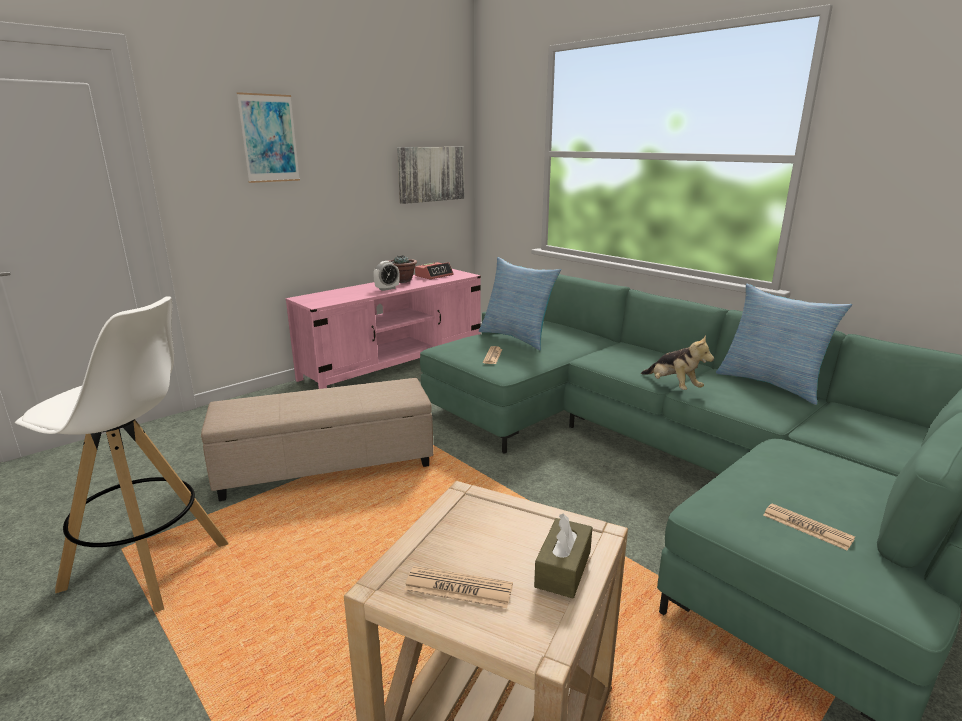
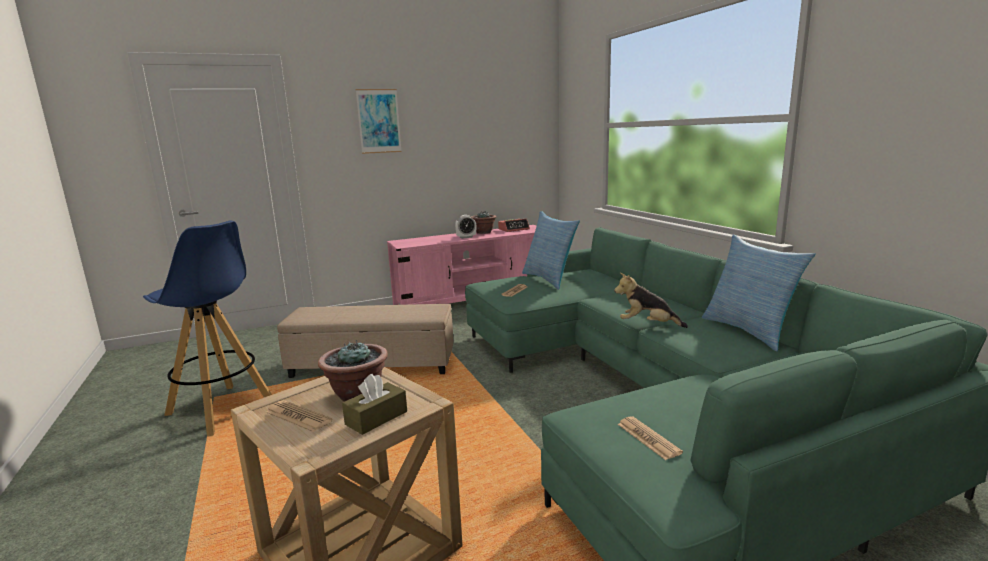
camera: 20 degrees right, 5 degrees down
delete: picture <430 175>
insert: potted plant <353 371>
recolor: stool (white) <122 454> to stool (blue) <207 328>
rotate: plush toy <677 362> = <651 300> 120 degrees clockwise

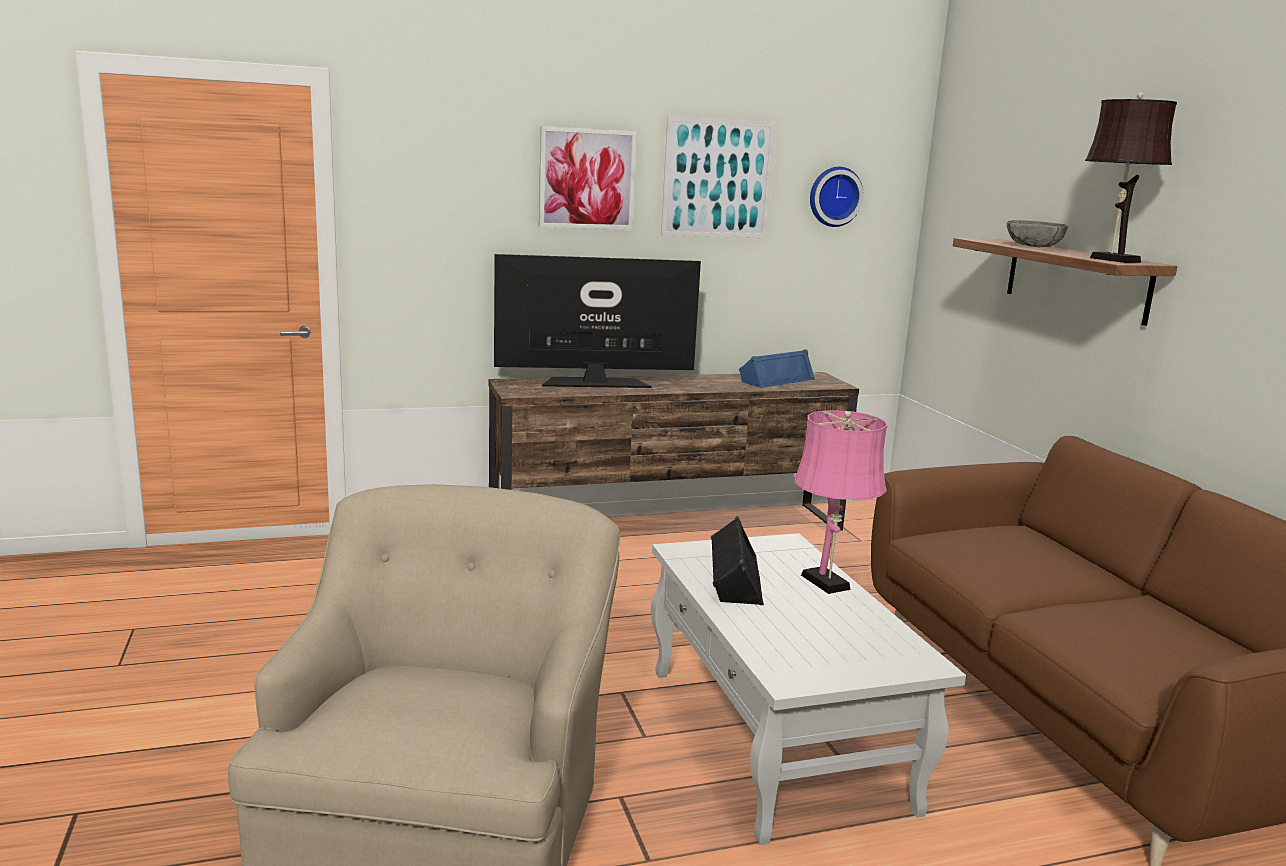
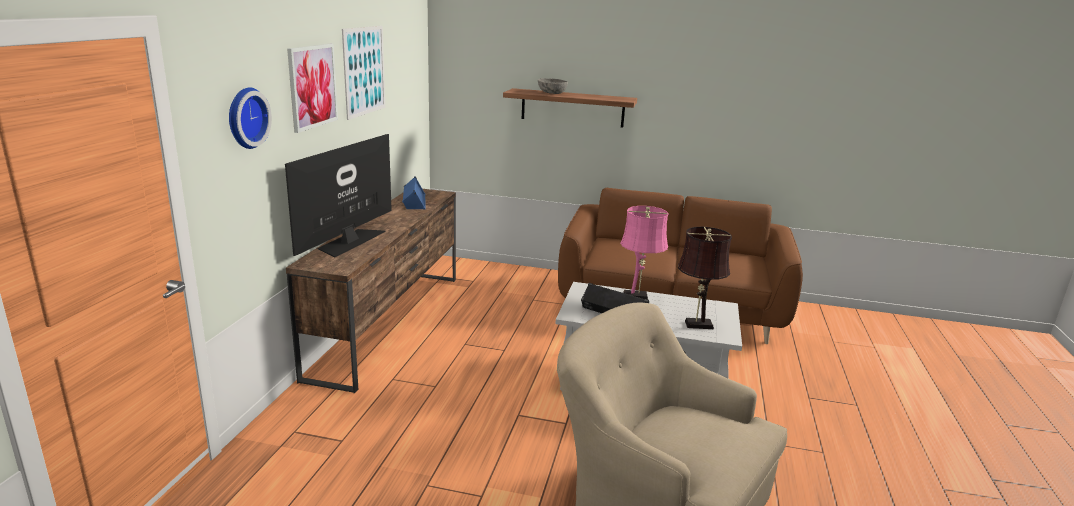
camera: 60 degrees left, 5 degrees up
move: wall clock <836 197> to <250 118>; table lamp (brown) <1131 178> to <705 278>

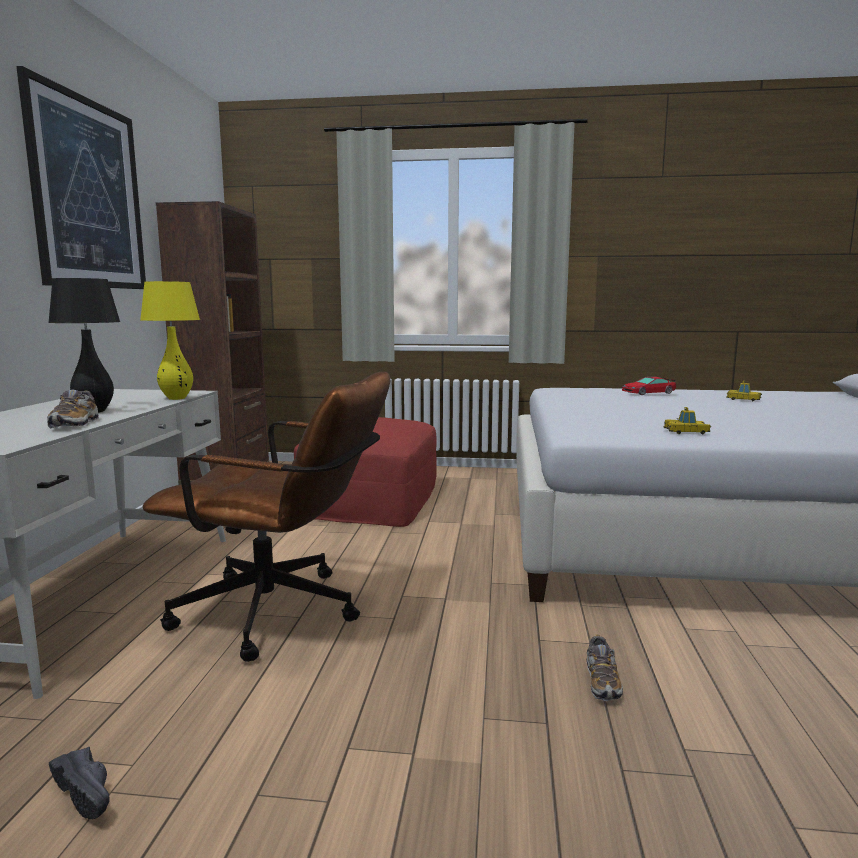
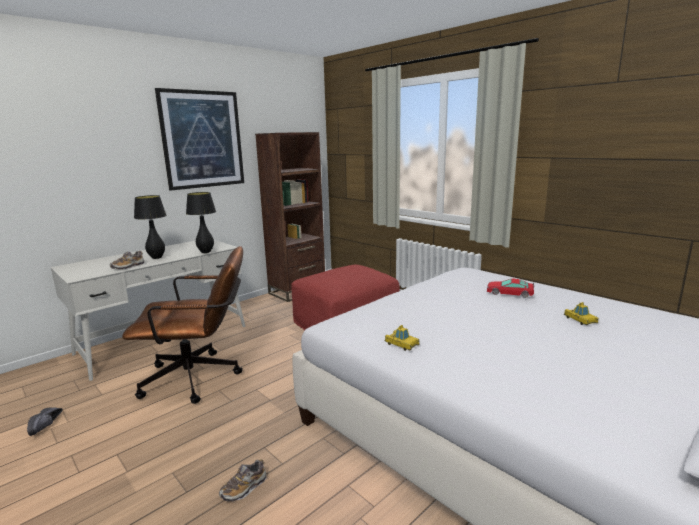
camera: 40 degrees right, 5 degrees up
recolor: table lamp (yellow) <170 340> to table lamp (black) <201 222>
rotate: office chair (brown) <266 517> = <182 325> 60 degrees counterclockwise

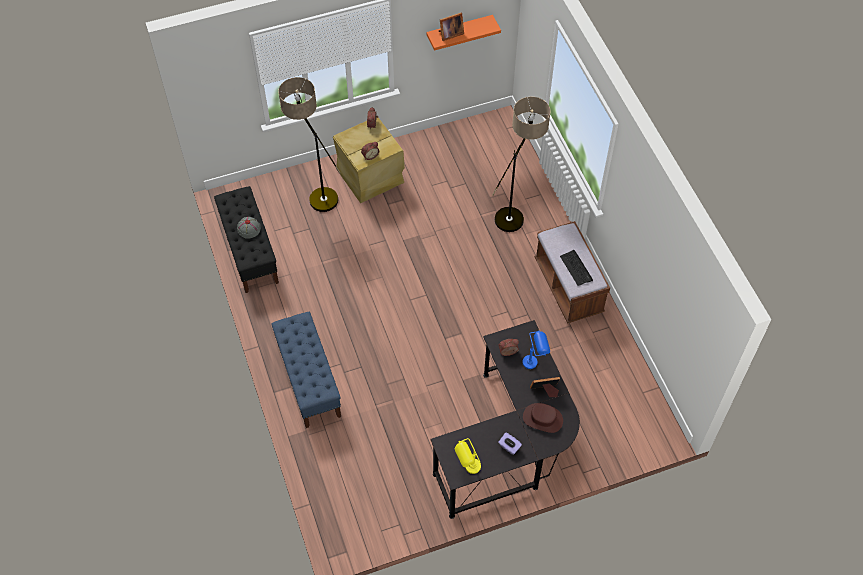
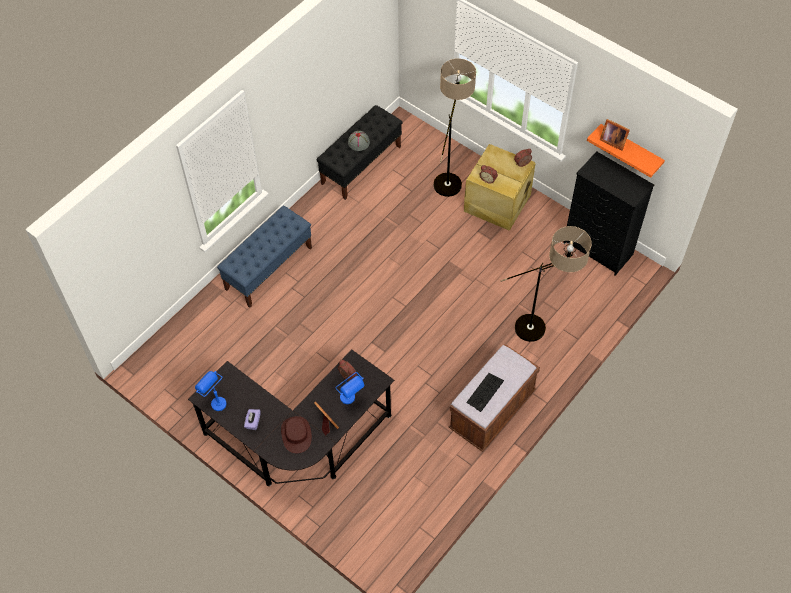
camera: 60 degrees right, 0 degrees up
insert: dresser (black) <608 213>
recolor: table lamp (yellow) <468 456> to table lamp (blue) <211 391>

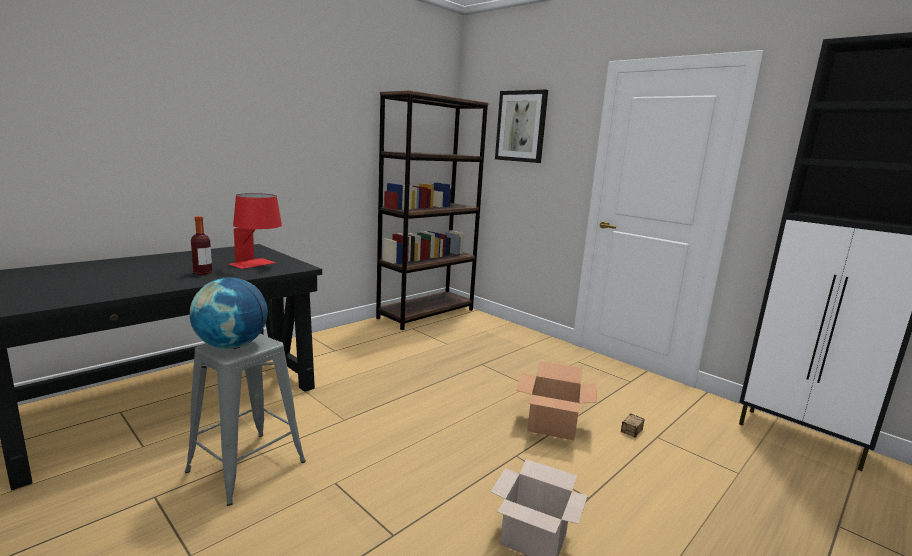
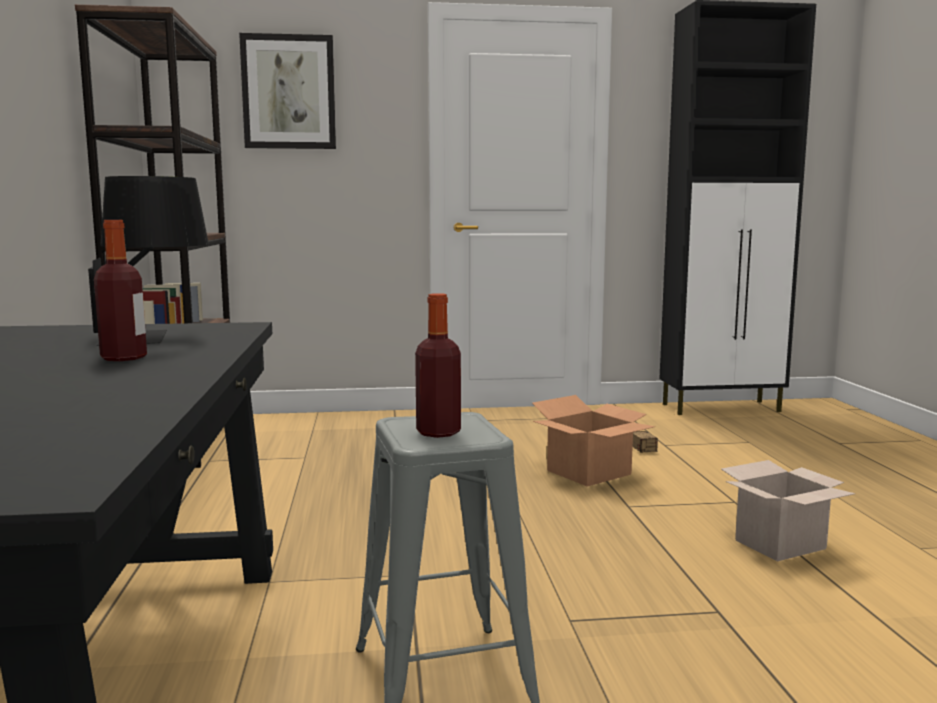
camera: 50 degrees left, 5 degrees down
replace: globe <229 313> to bottle <438 365>
recolor: table lamp (red) <255 231> to table lamp (black) <148 261>

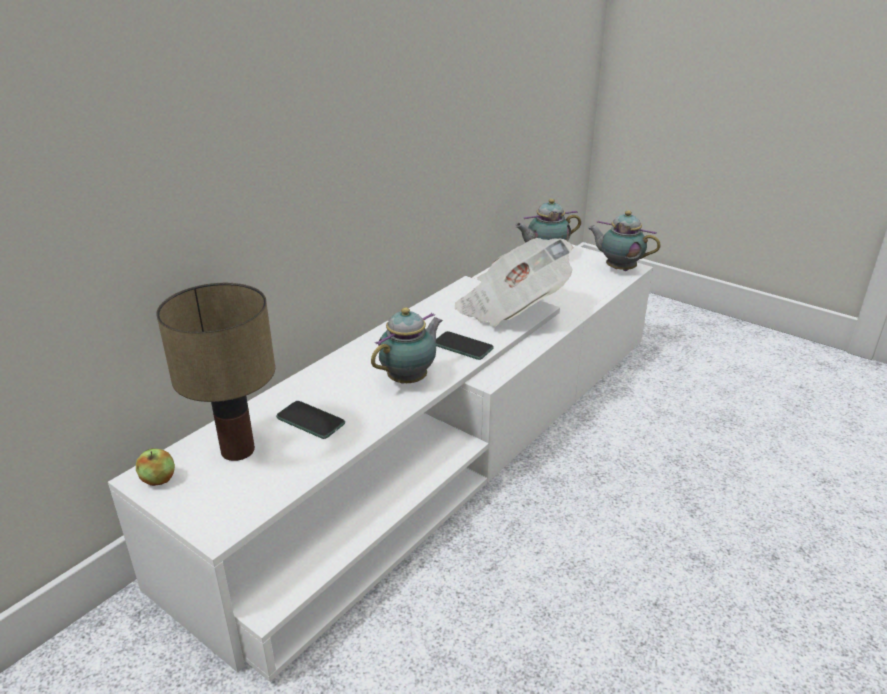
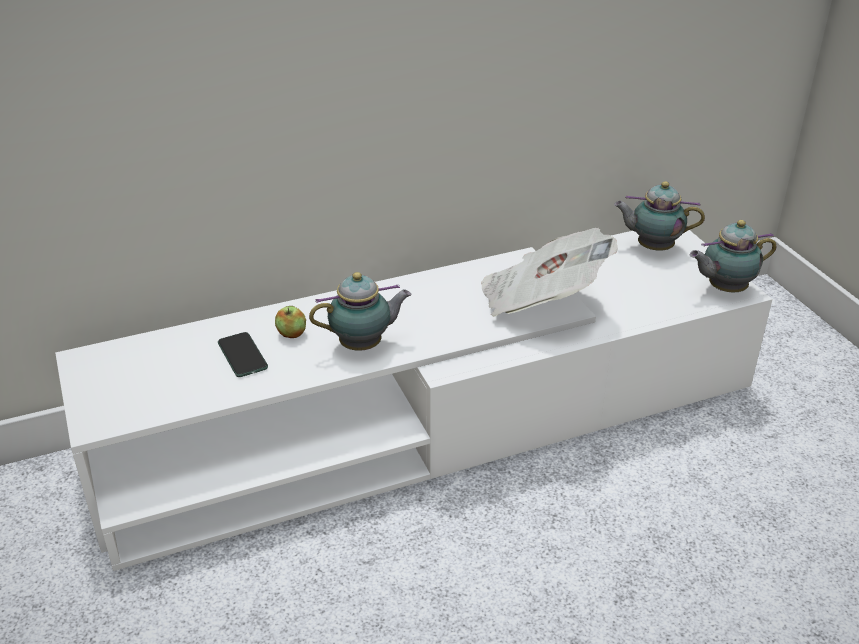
camera: 30 degrees right, 5 degrees up
delete: table lamp <215 372>; phone <465 345>
move: apple <155 467> to <290 322>
rotate: teapot <624 241> = <733 256> 75 degrees counterclockwise

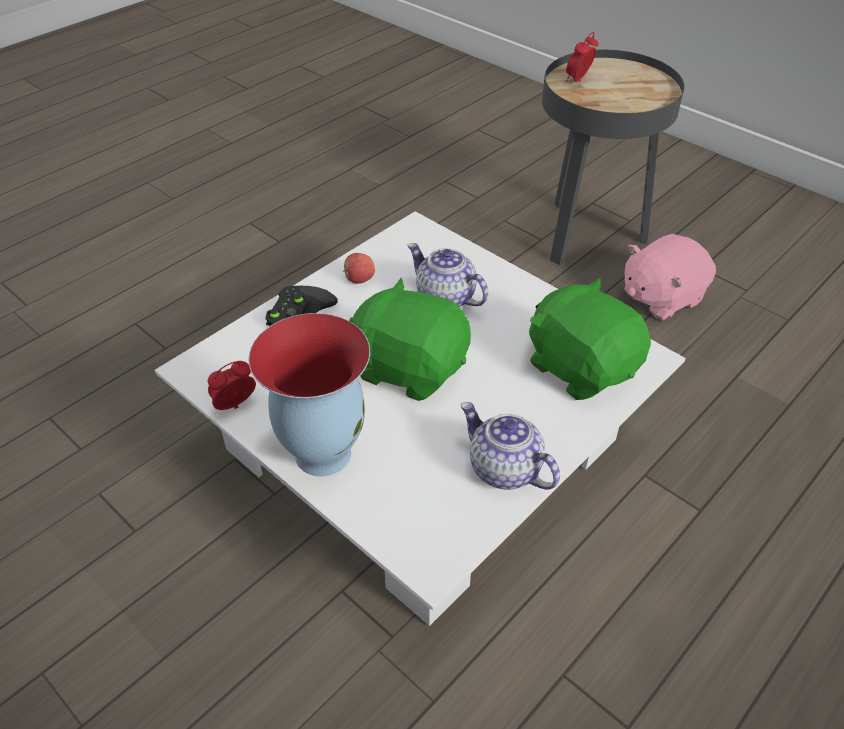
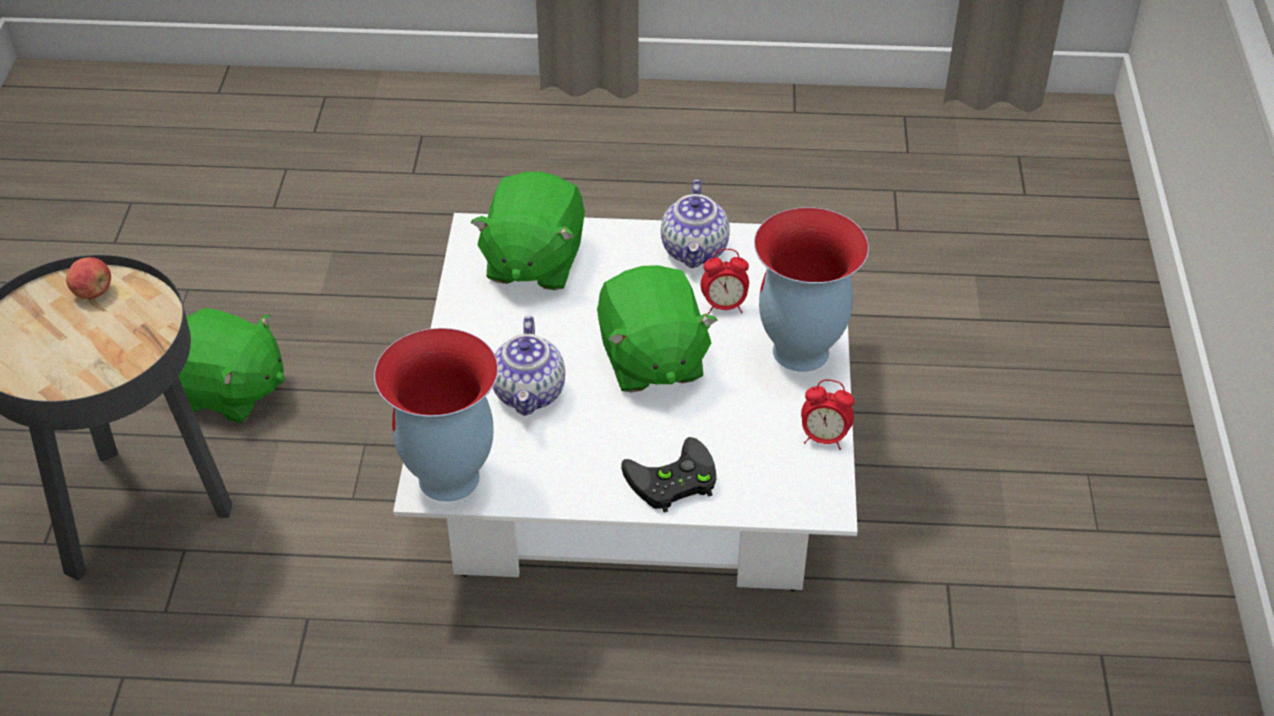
camera: 130 degrees left, 0 degrees up
insert: vase <436 415>
move: apple <359 268> to <88 278>; alarm clock <581 57> to <725 281>
recolor: plush toy (pink) <670 277> to plush toy (green) <231 365>

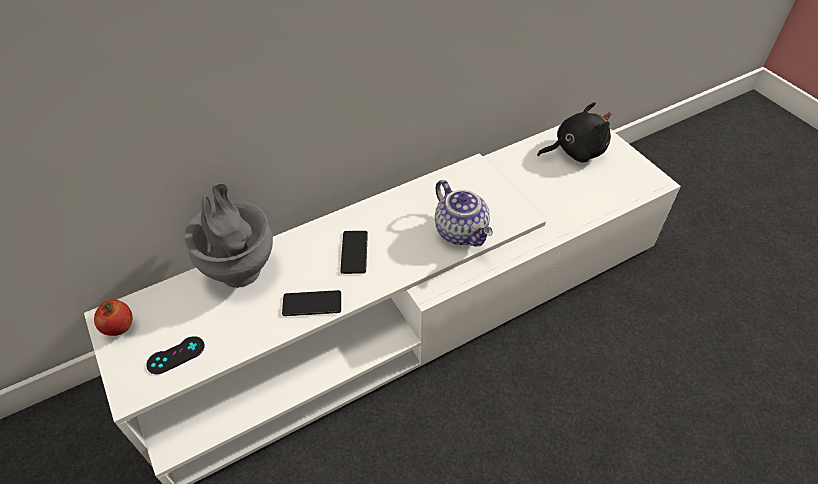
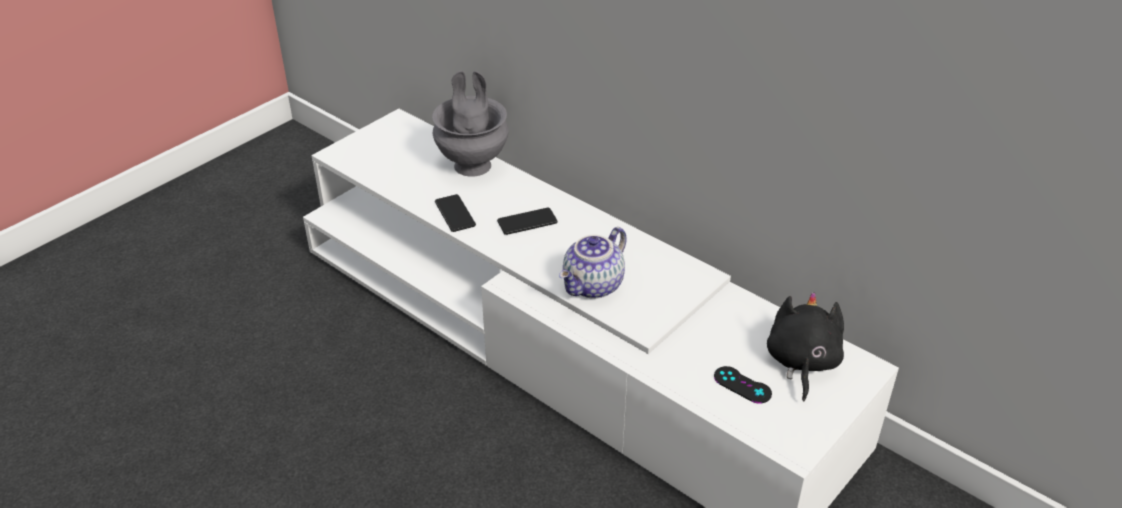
camera: 70 degrees right, 10 degrees down
delete: apple <113 317>
move: game controller (black) <175 355> to <743 384>
rotate: plush toy (black) <574 132> = <805 346> 135 degrees counterclockwise

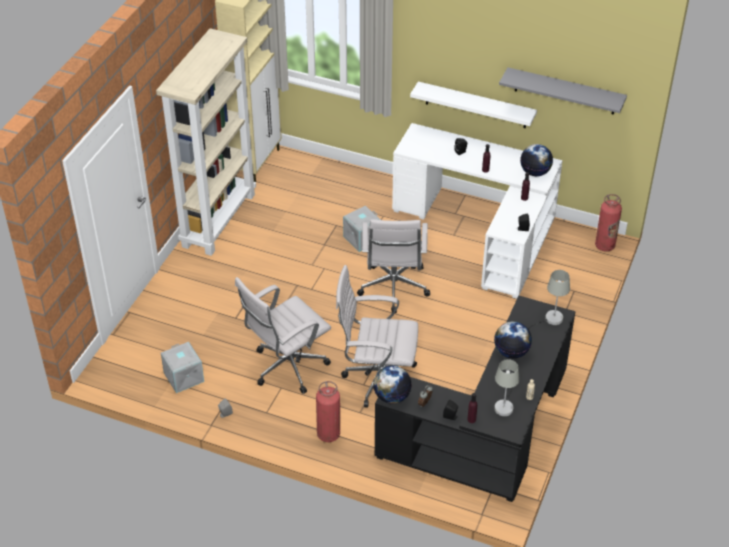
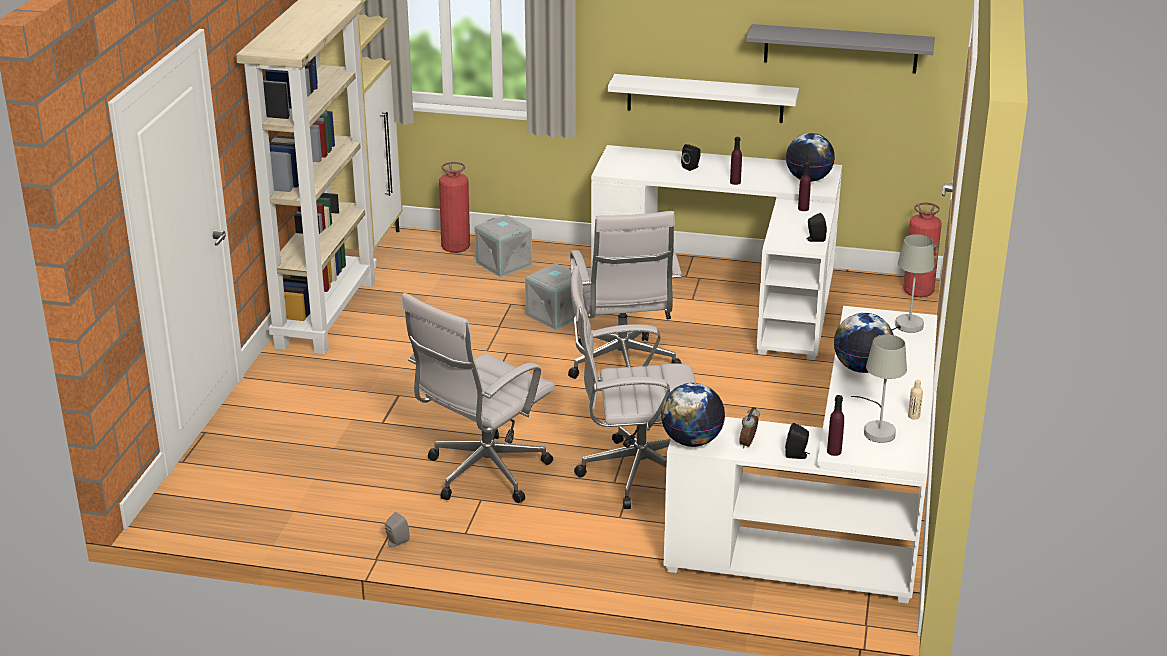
camera: 10 degrees left, 15 degrees down
move: storage box (grey) <182 367> to <503 246>; fire extinguisher <328 411> to <454 207>
recolor: desk (black) <475 398> to desk (white) <800 454>

